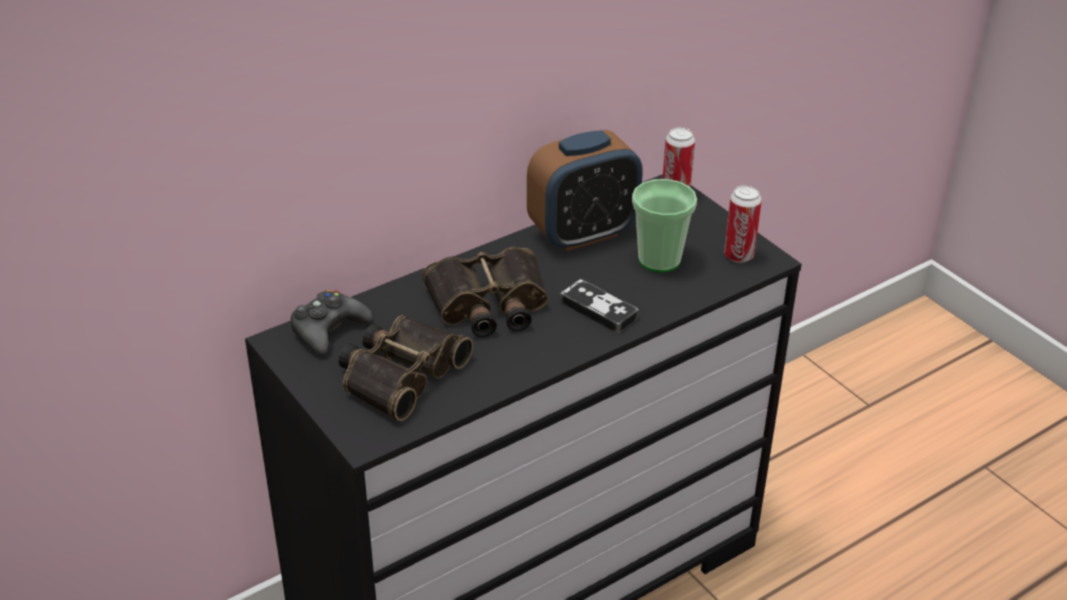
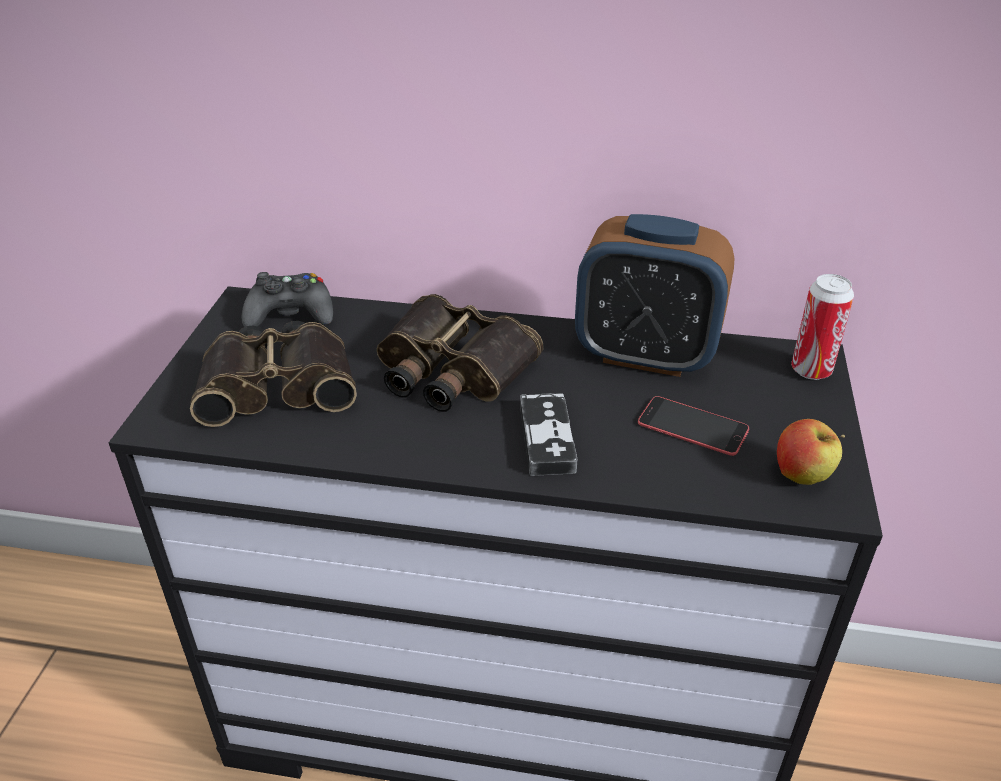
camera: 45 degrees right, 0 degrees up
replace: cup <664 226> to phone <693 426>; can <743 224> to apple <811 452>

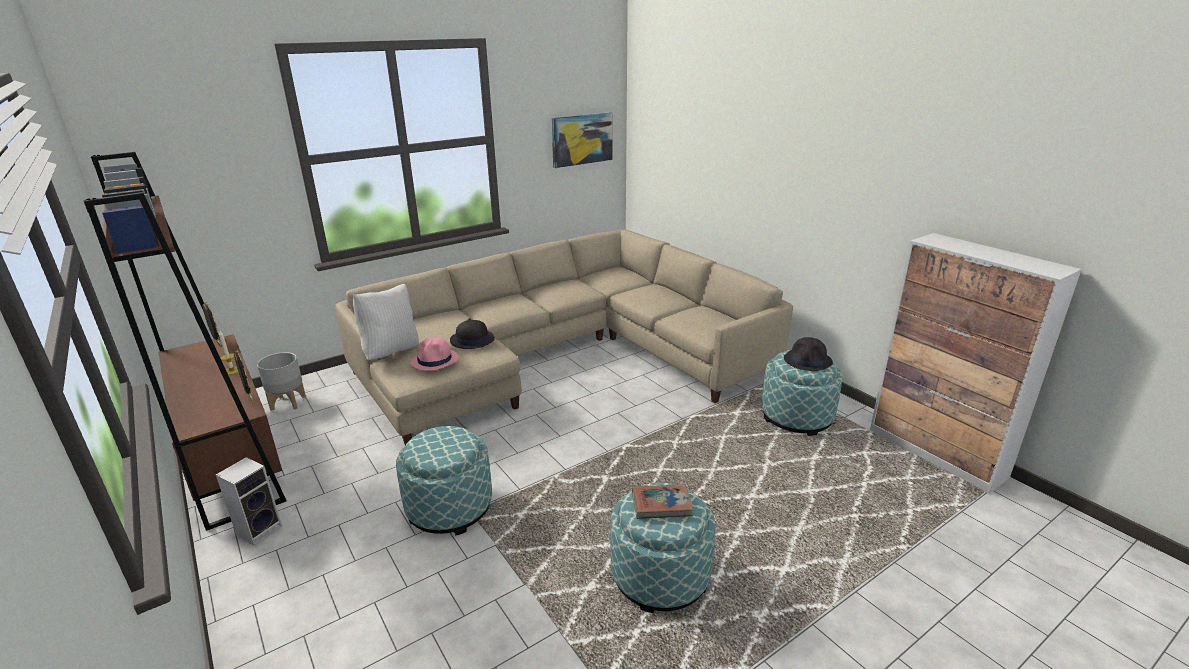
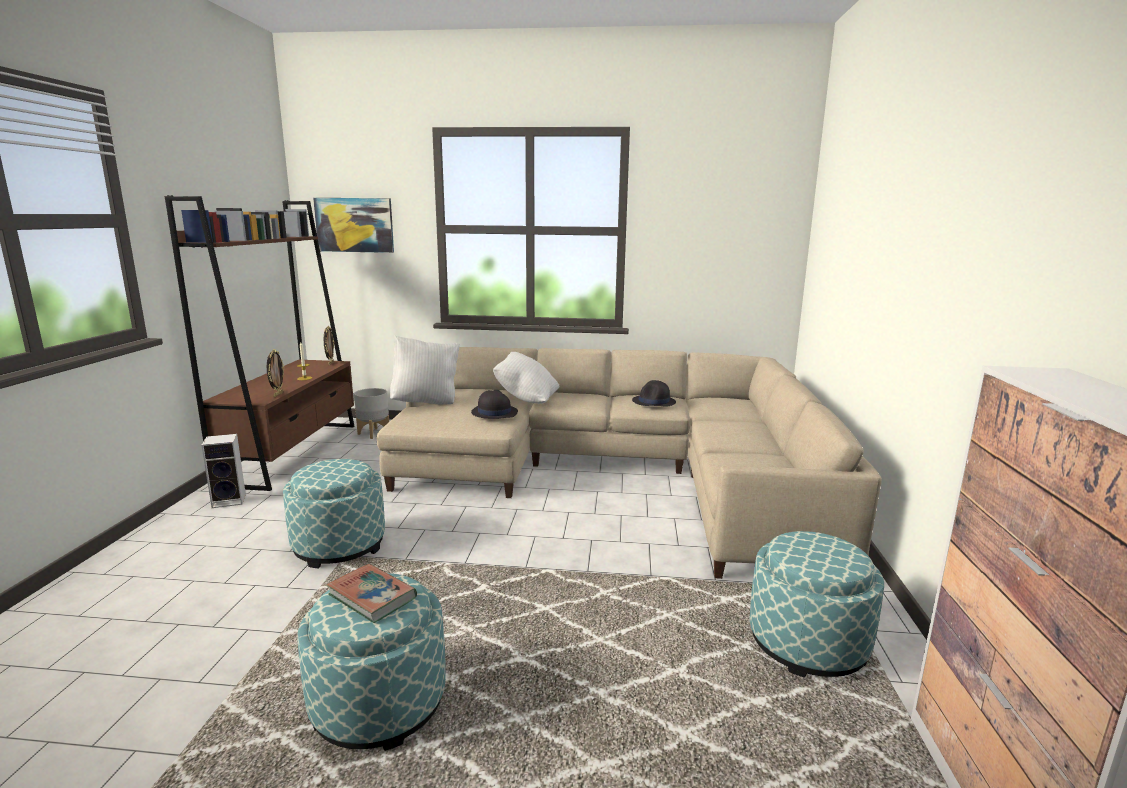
camera: 40 degrees right, 10 degrees down
delete: hat (pink) <434 354>
insert: pillow (white) <526 378>
move: picture <582 140> to <353 225>; hat (black) <808 354> to <654 393>

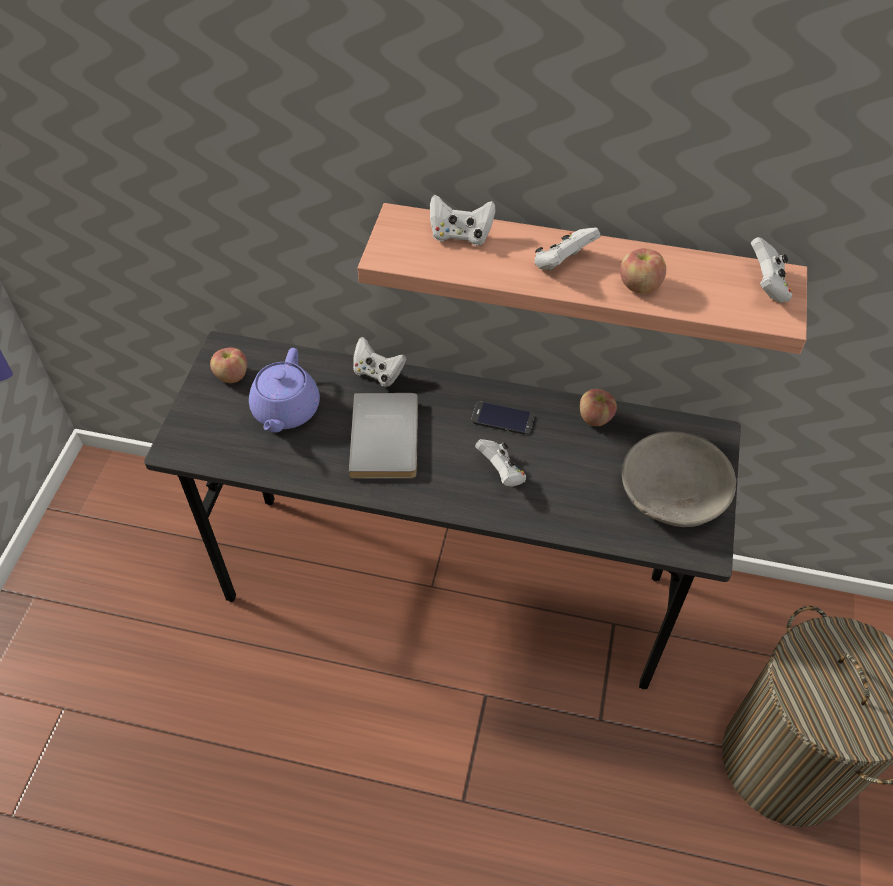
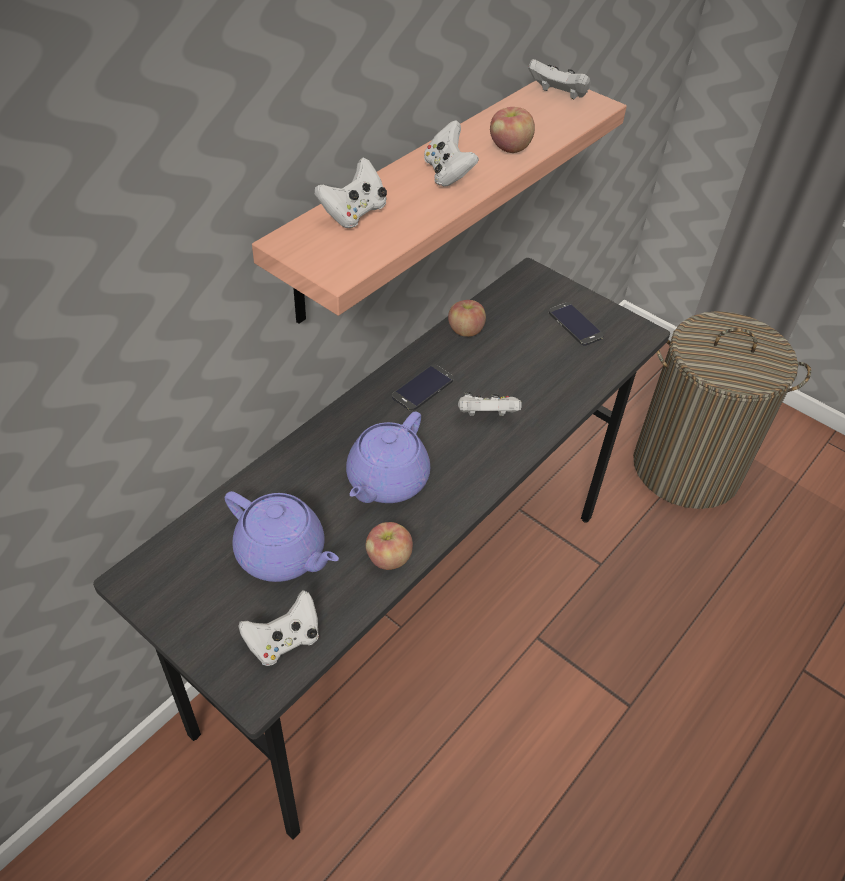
camera: 65 degrees left, 5 degrees down
move: apple <228 365> to <389 546>; game controller (white) <379 362> to <278 628>
replace: book (grey) <383 436> to teapot (purple) <388 457>; bowl (grey) <679 479> to phone <576 324>

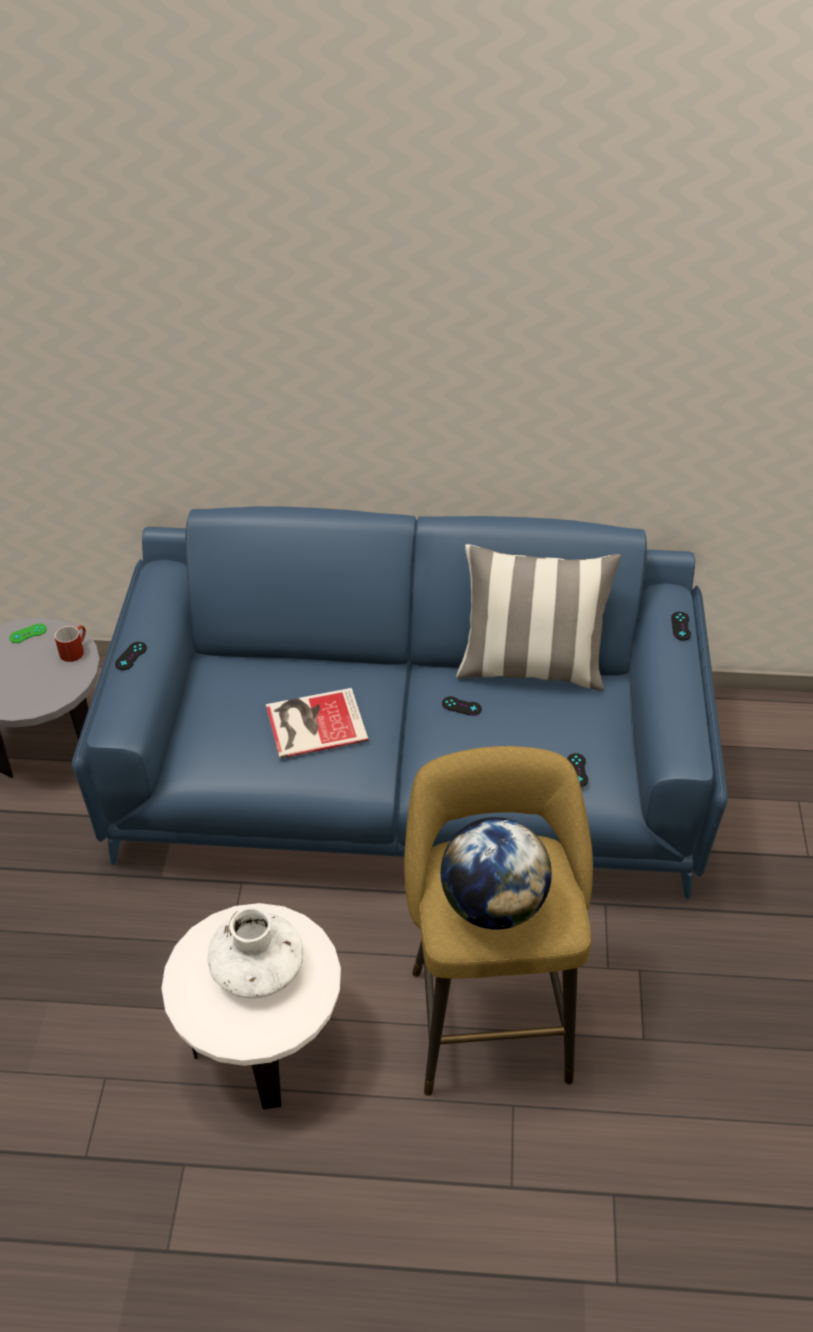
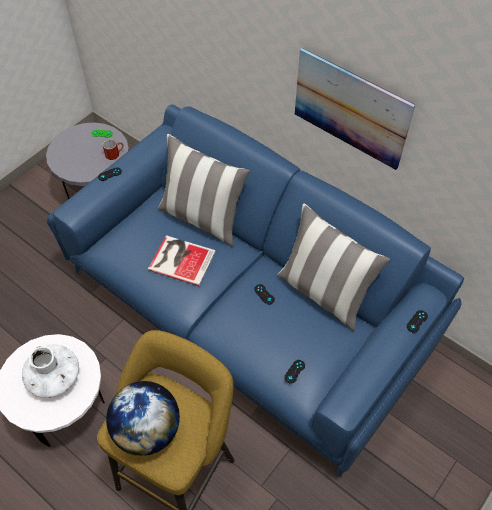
camera: 35 degrees right, 10 degrees up
insert: pillow <204 190>; picture <355 109>

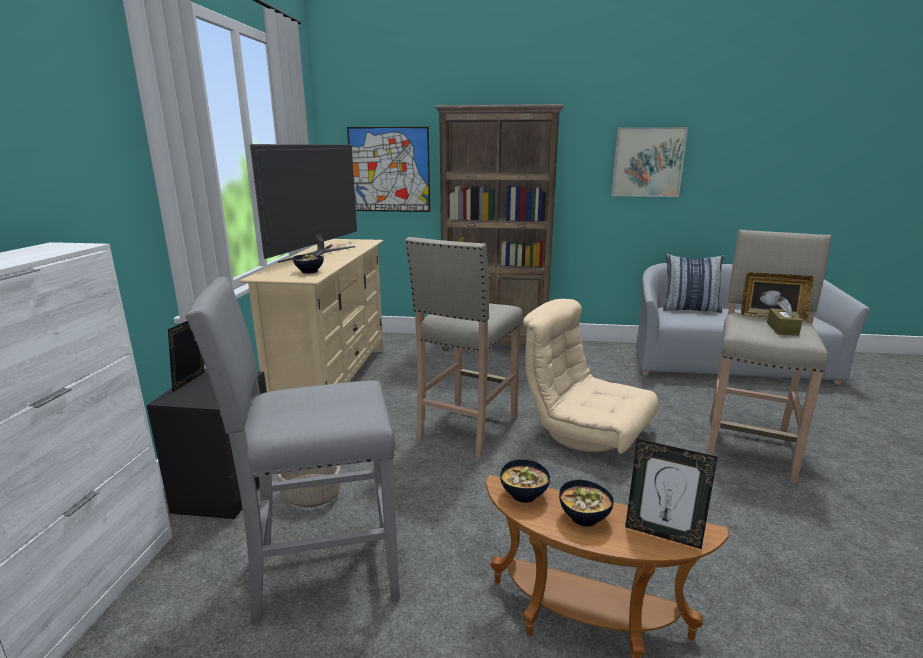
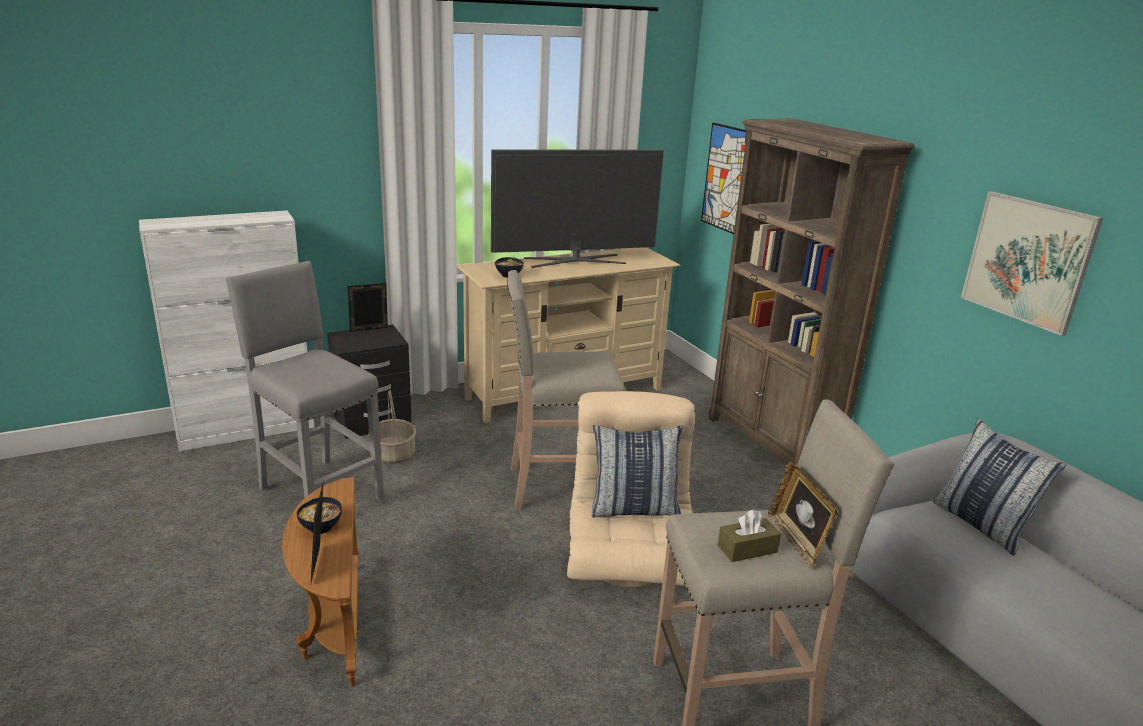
camera: 55 degrees right, 5 degrees up
delete: bowl <525 481>
insert: pillow <637 471>

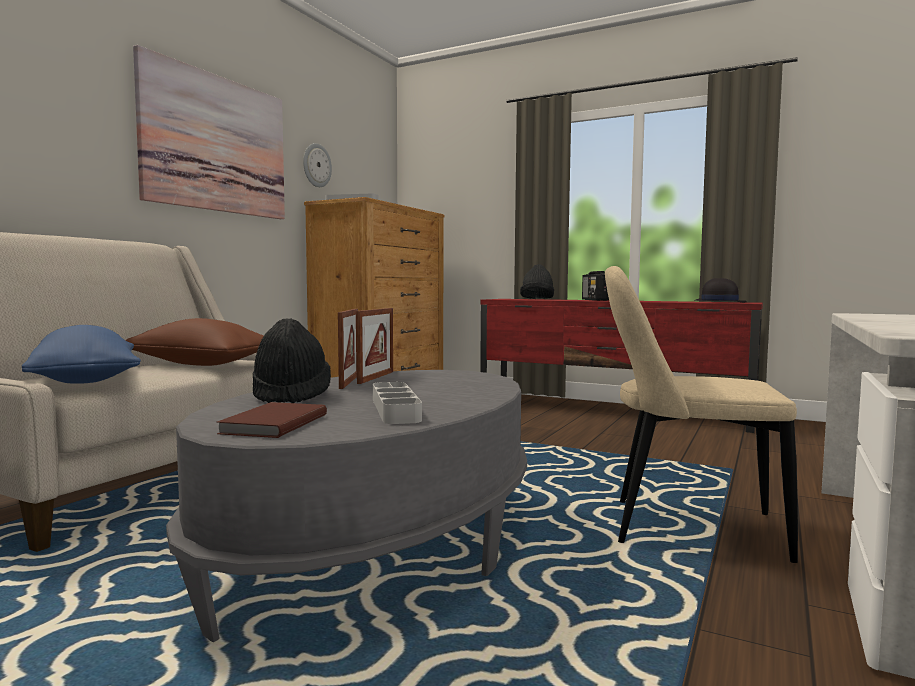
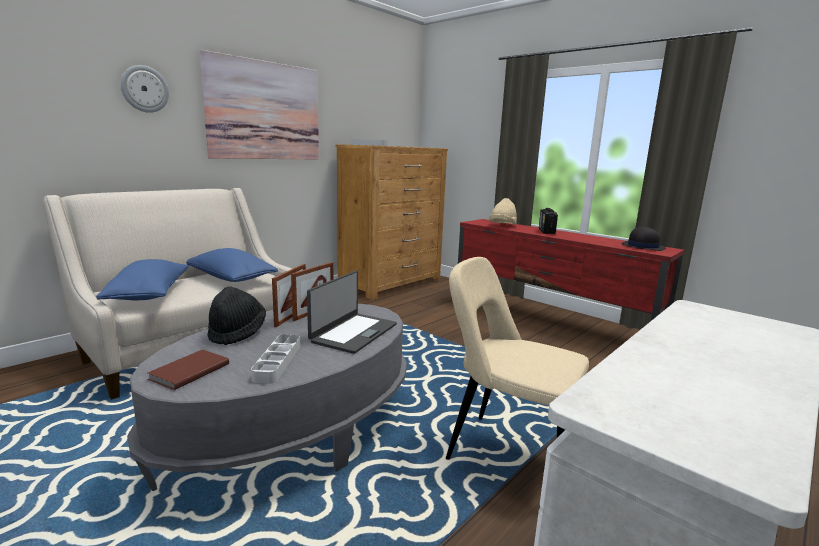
camera: 15 degrees right, 10 degrees up
insert: laptop <352 312>
move: wall clock <317 165> to <144 89>
recolor: pillow (brown) <194 342> to pillow (blue) <232 265>; hat (black) <537 281> to hat (beige) <503 211>

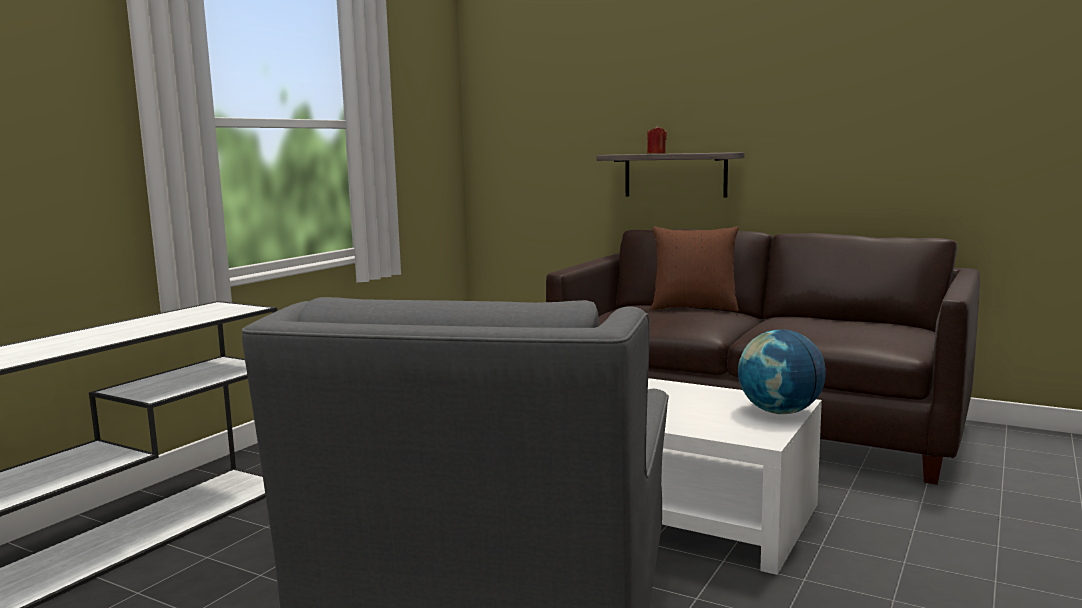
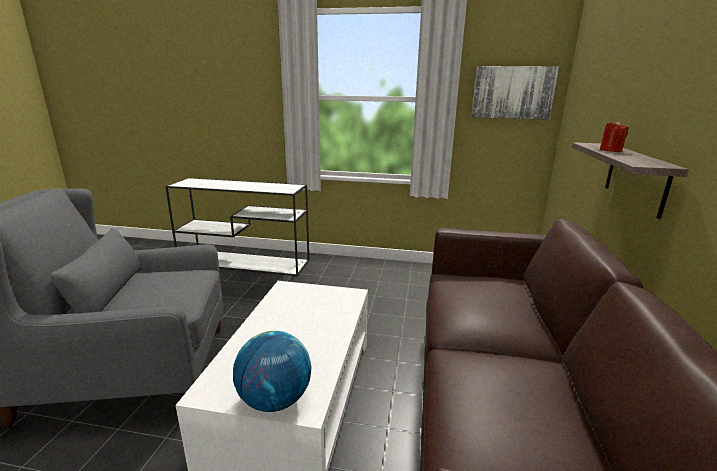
camera: 70 degrees right, 10 degrees up
delete: pillow (brown) <694 269>
insert: picture <515 93>

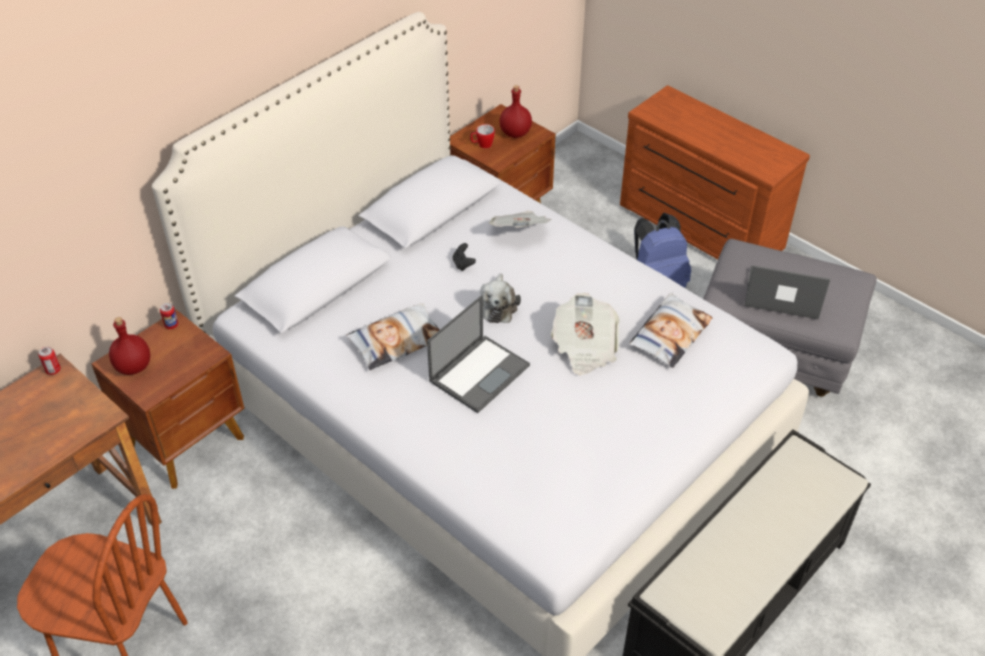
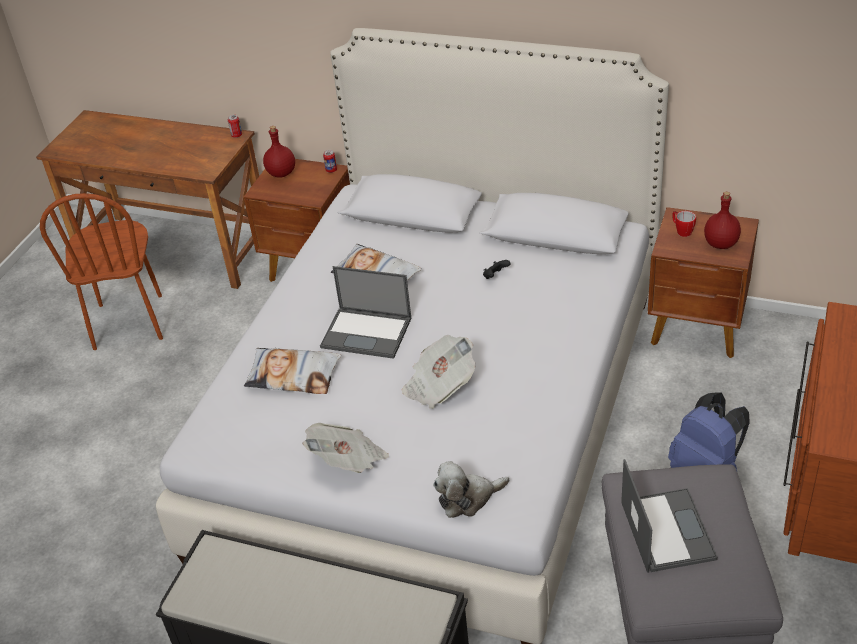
camera: 70 degrees right, 5 degrees down
move: plush toy <500 298> to <471 489>; newspaper <520 219> to <345 448>; pillow <671 330> to <292 371>

